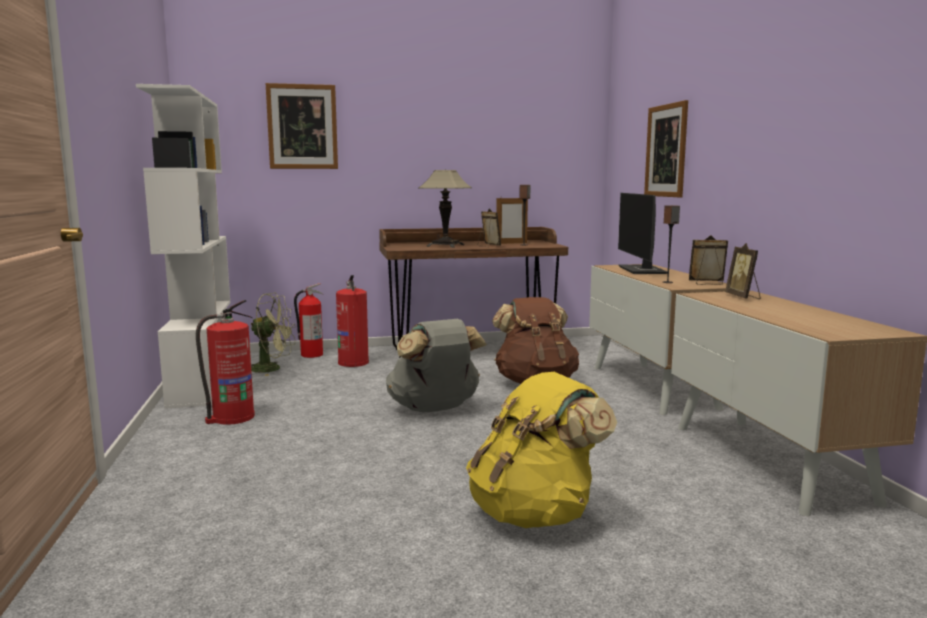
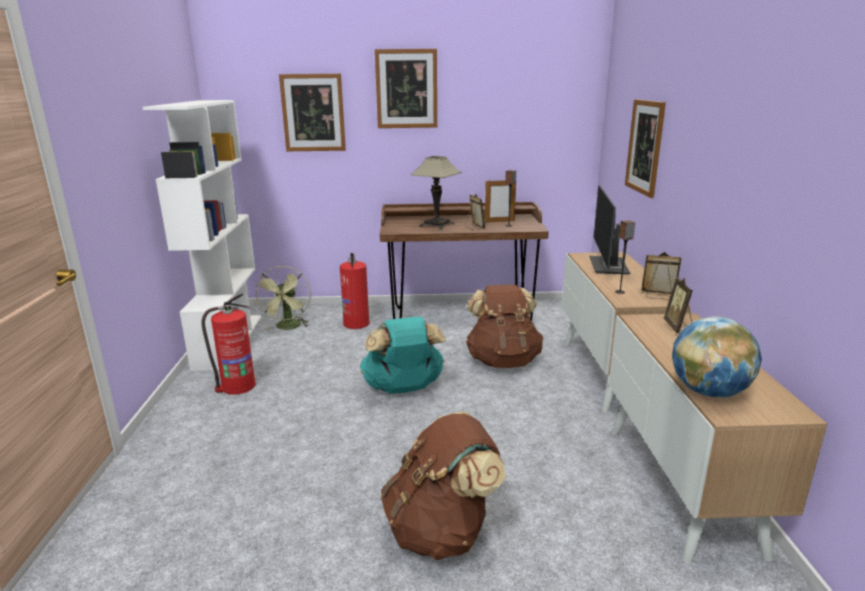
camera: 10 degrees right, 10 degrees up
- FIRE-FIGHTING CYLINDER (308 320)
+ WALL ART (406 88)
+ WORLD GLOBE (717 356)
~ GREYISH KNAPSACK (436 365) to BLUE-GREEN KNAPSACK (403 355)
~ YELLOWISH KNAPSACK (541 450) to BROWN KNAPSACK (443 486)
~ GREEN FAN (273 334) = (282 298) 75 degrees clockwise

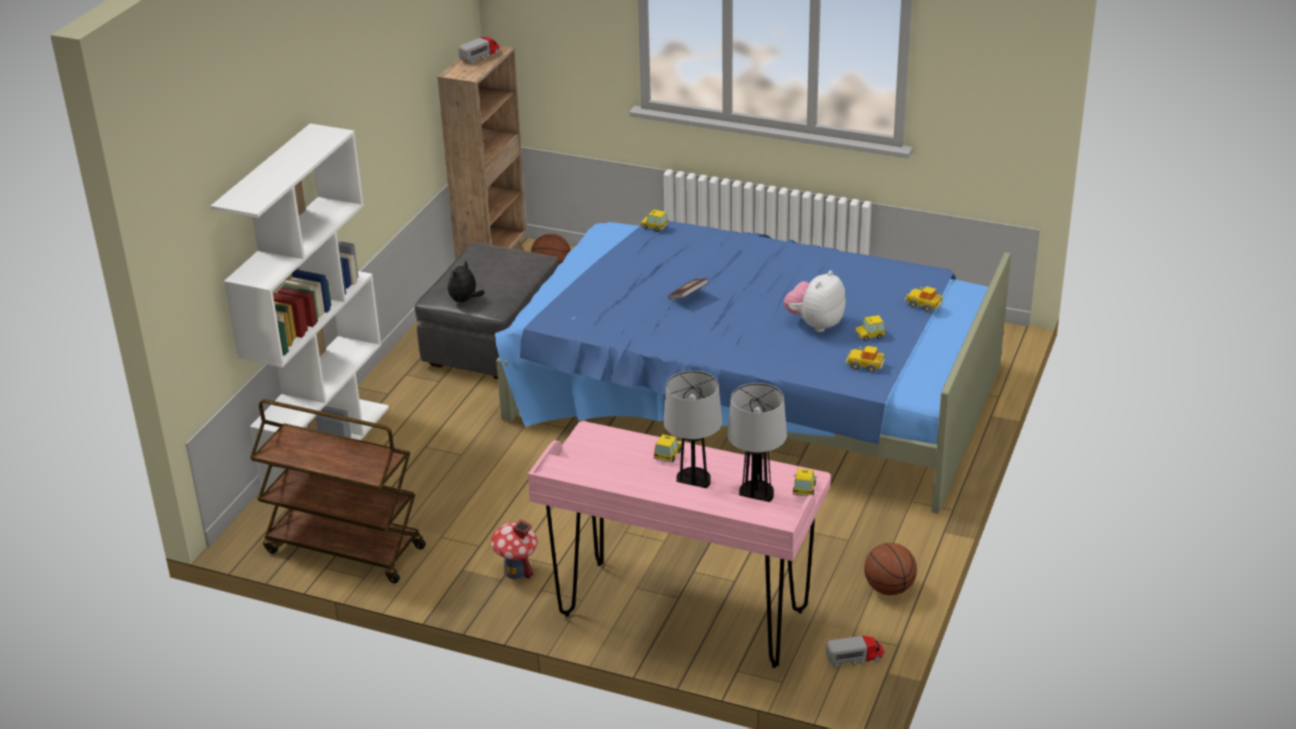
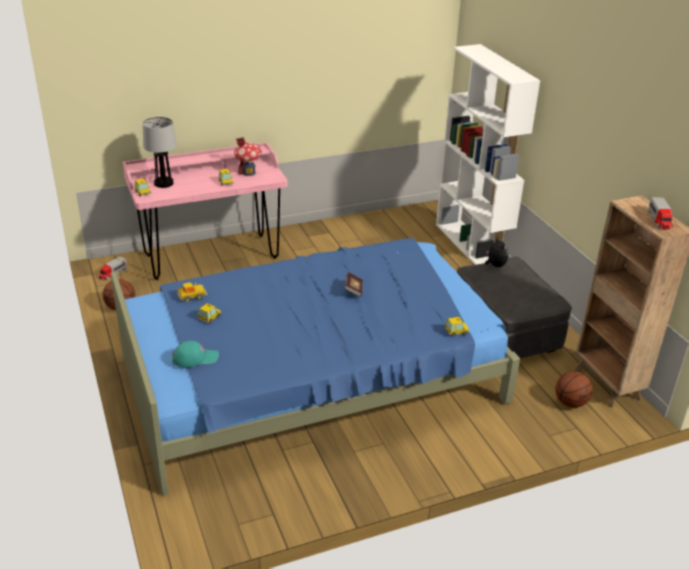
camera: 135 degrees right, 0 degrees up
- BROWN TROLLEY (338 491)
- TABLETOP LAMP (692 429)
- CUDDLY TOY (815 301)
~ MINIATURE HOUSE (514 549) to (248 156)
~ TOY CAR (923 299) to BLUE-GREEN CAP (195 354)

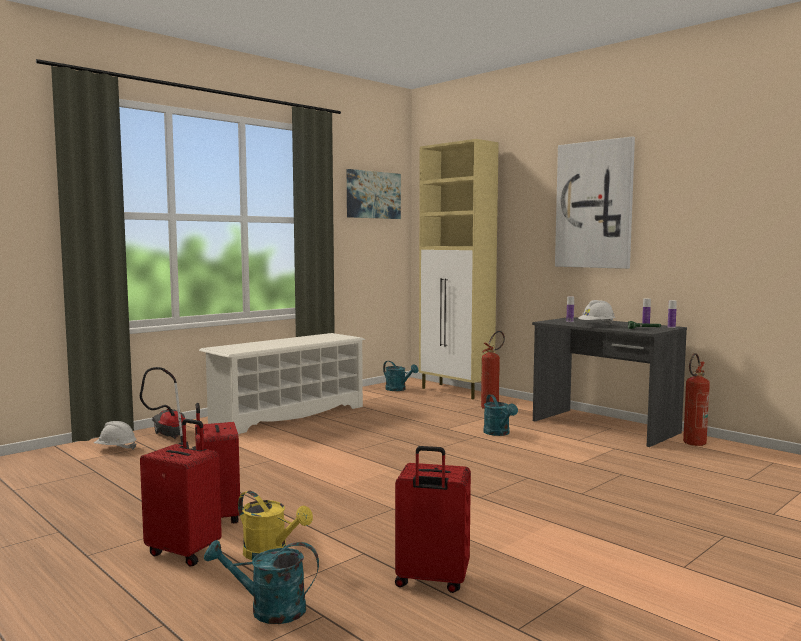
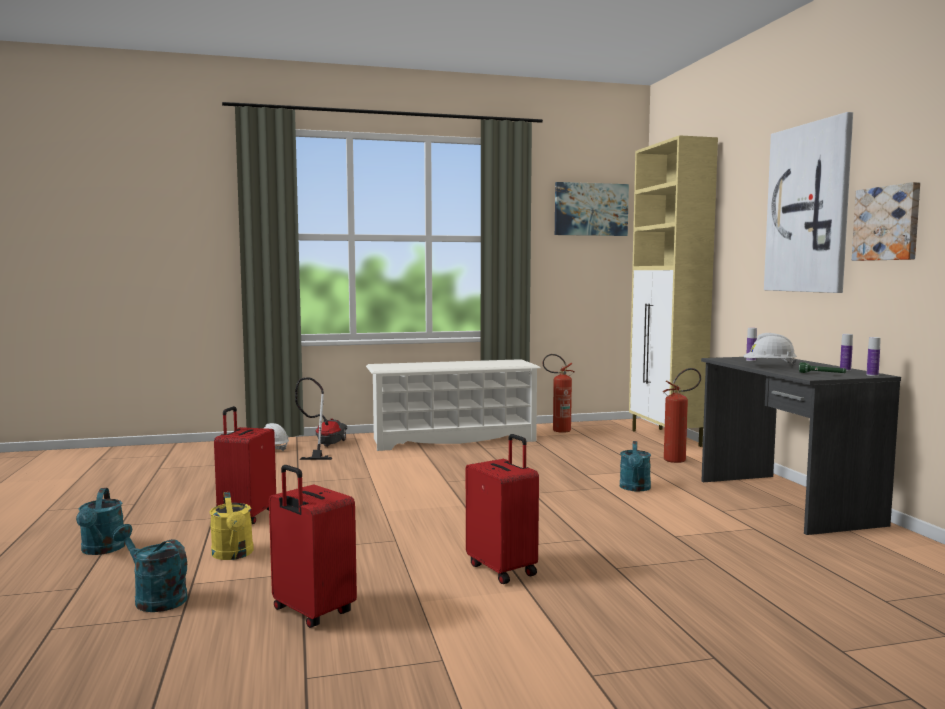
camera: 30 degrees right, 0 degrees up
+ WALL ART (886 221)
~ RED PIECE OF LUGGAGE (181 493) to (502 509)
~ BLUE-GREEN SPRINKLING CAN (400 376) to (100 521)
~ FIRE-FIGHTING CYLINDER (696 399) to (558 393)

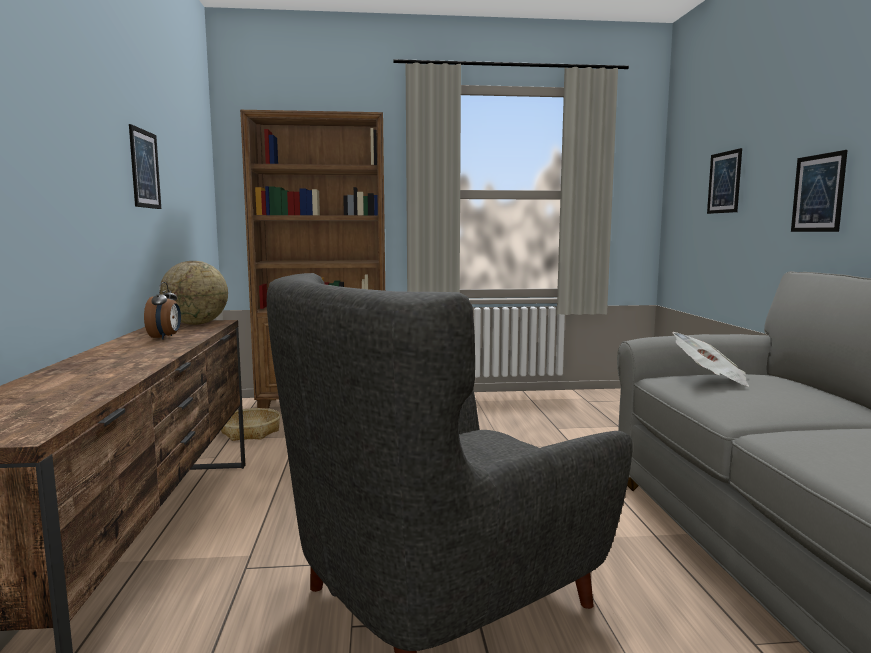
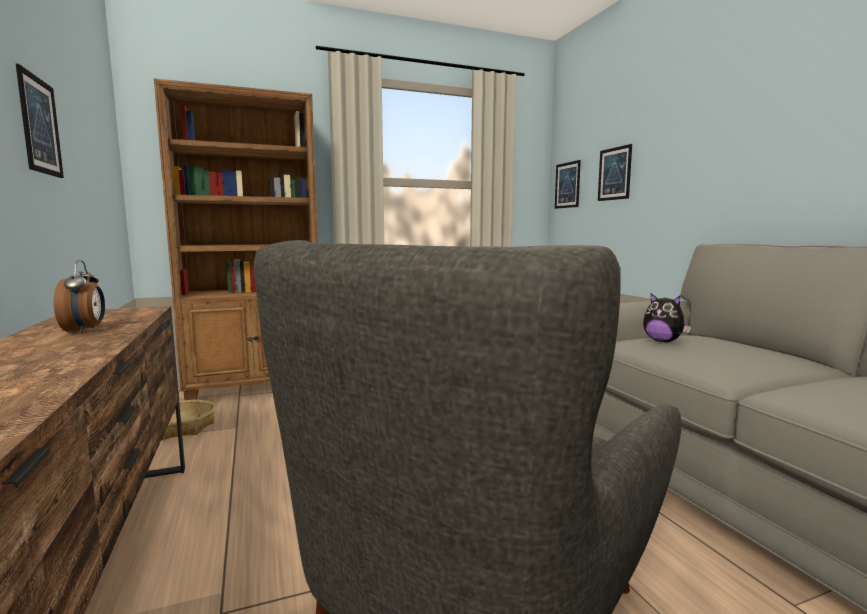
camera: 15 degrees left, 0 degrees up
- WORLD GLOBE (194 293)
~ WALL ART (819 191) to (568 184)
~ NEWSPAPER (710 359) to CUDDLY TOY (667 317)

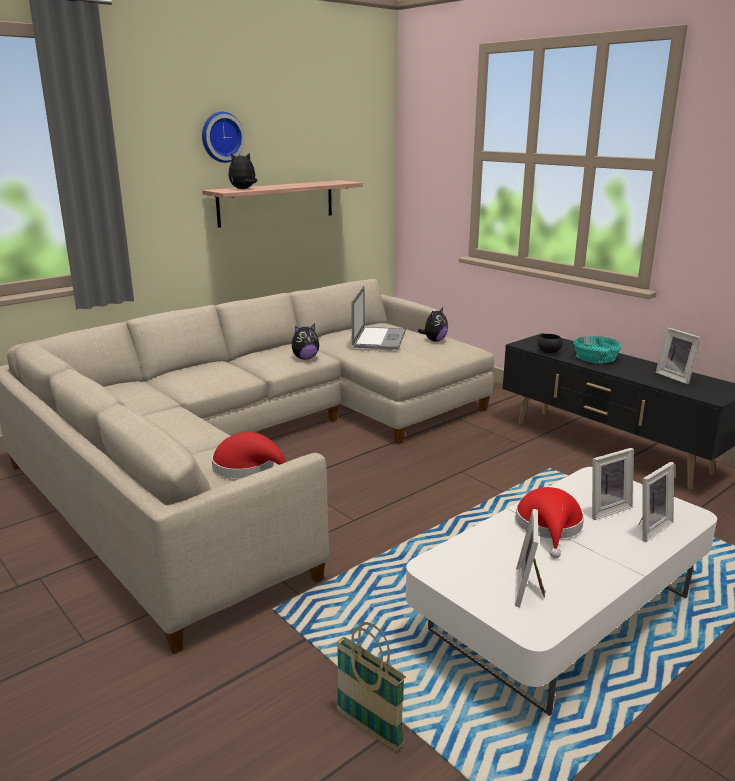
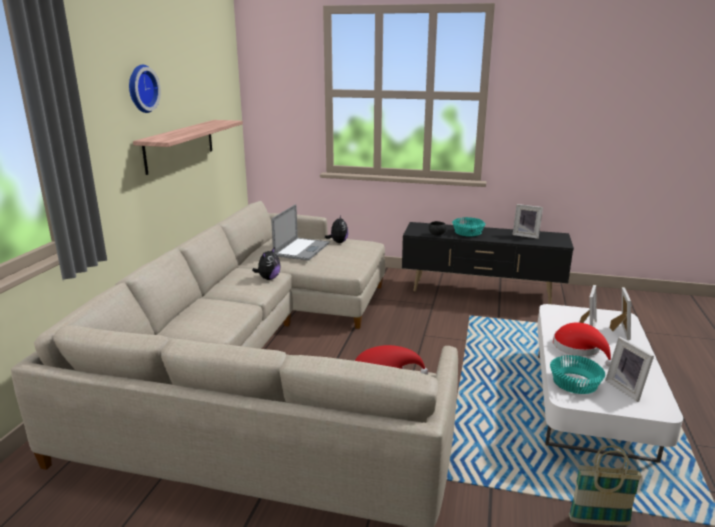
camera: 35 degrees left, 0 degrees up
- CUDDLY TOY (242 170)
+ BLUE-GREEN DEEP DISH (577 374)
~ NOTEBOOK COMPUTER (378 318) = (300 232) 45 degrees clockwise

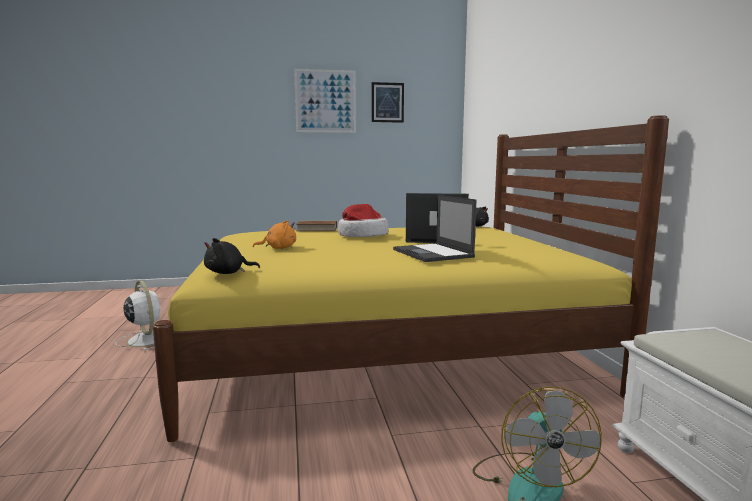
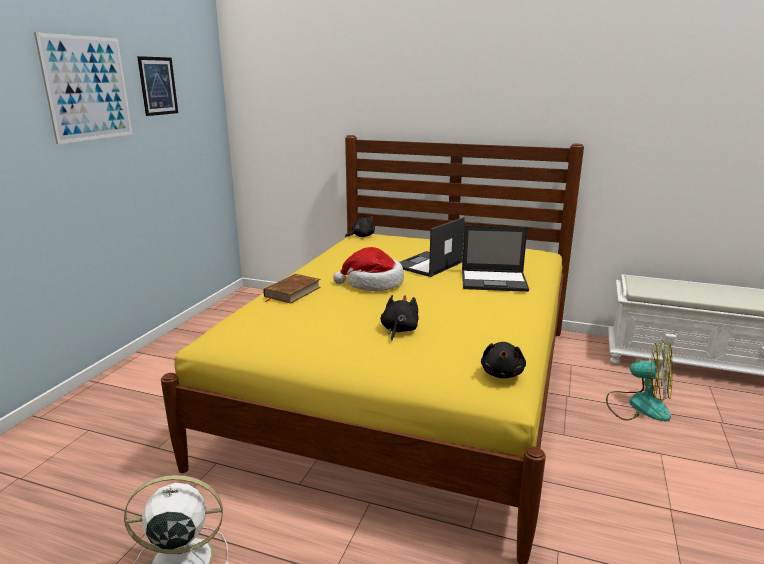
camera: 60 degrees left, 10 degrees up
~ ORANGE CUDDLY TOY (274 234) to BLACKISH CUDDLY TOY (399 318)

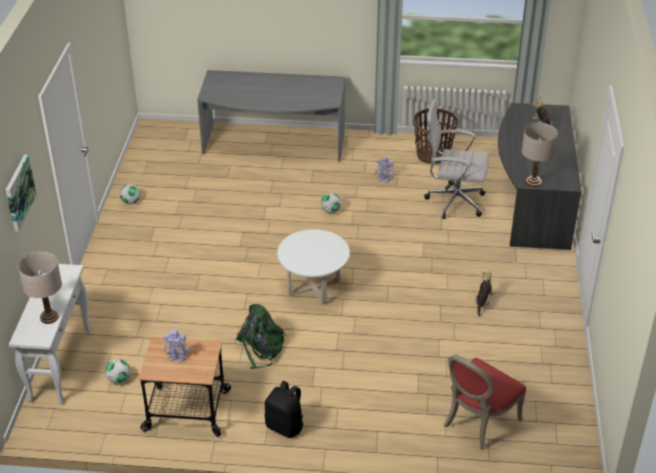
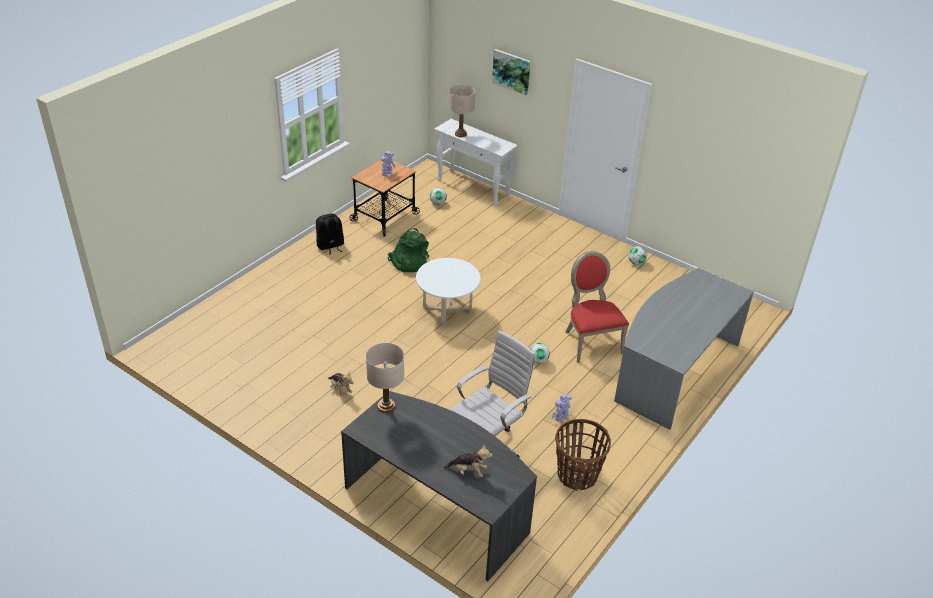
camera: 120 degrees right, 0 degrees up
~ RED PLAIN CHAIR (485 402) to (597 307)

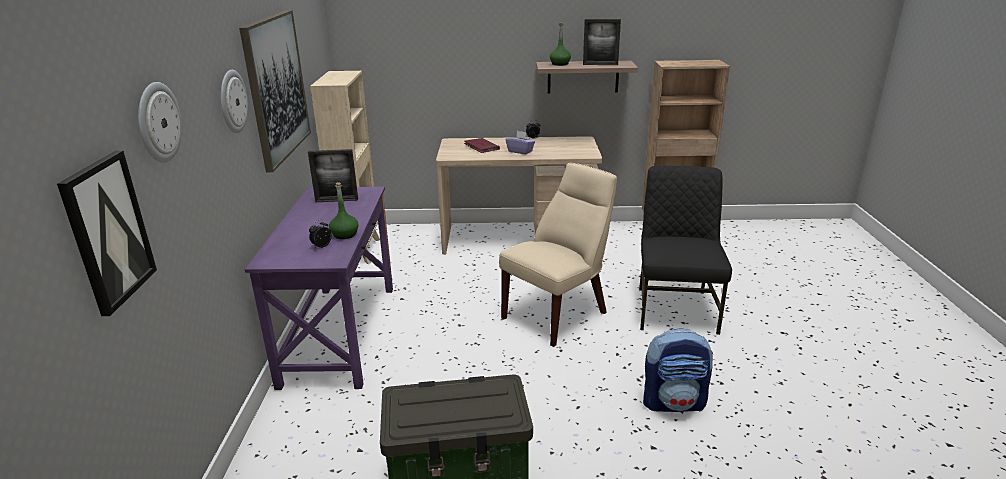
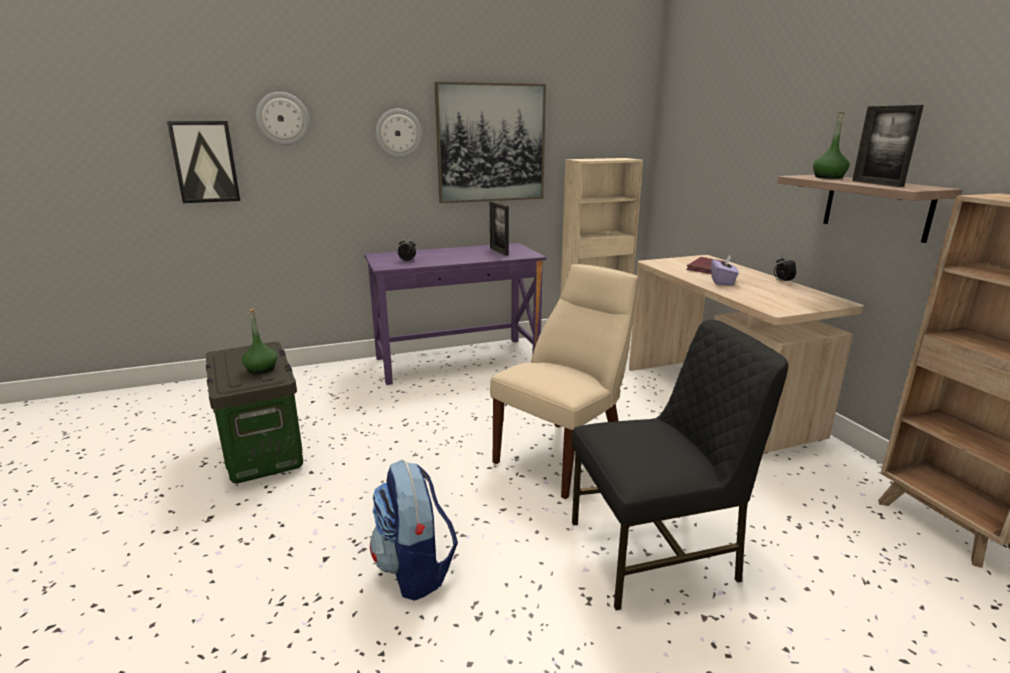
camera: 70 degrees right, 5 degrees down
~ GREEN BOTTLE (344 211) to (259 341)
~ SAND-COLOURED PLAIN CHAIR (558 255) = (564 381) 75 degrees counterclockwise

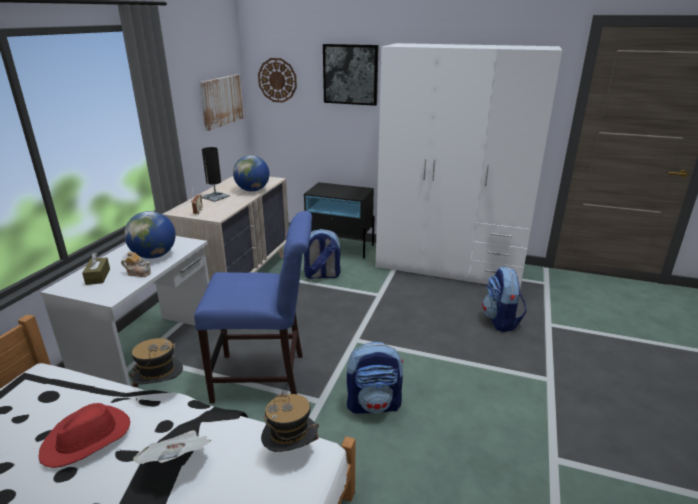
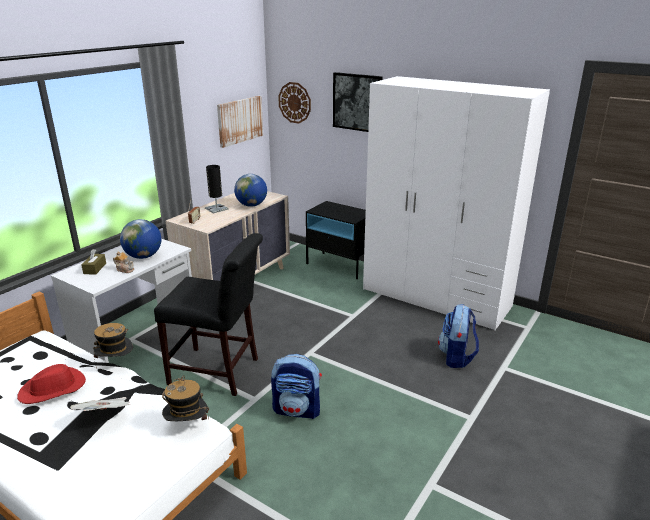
camera: 15 degrees right, 0 degrees up
- KNAPSACK (322 254)
~ BLUISH PLAIN CHAIR (253 307) to BLACKISH PLAIN CHAIR (208 314)

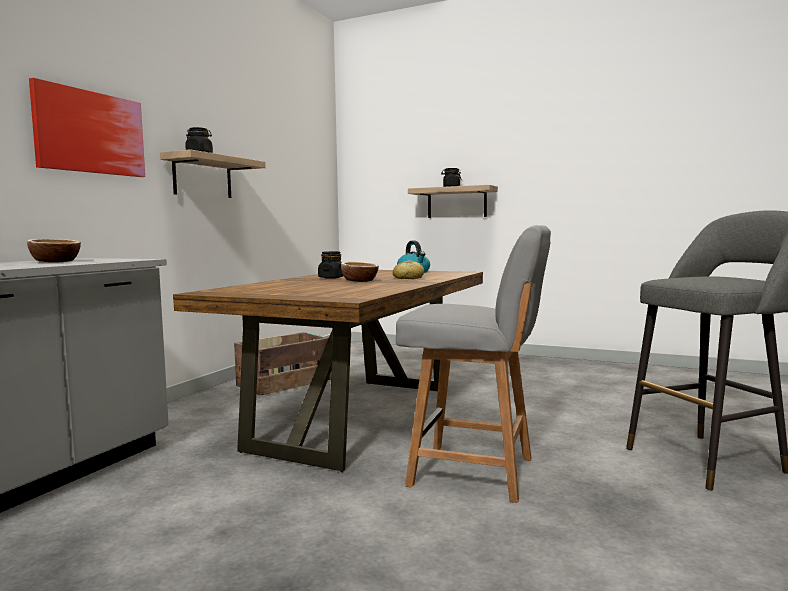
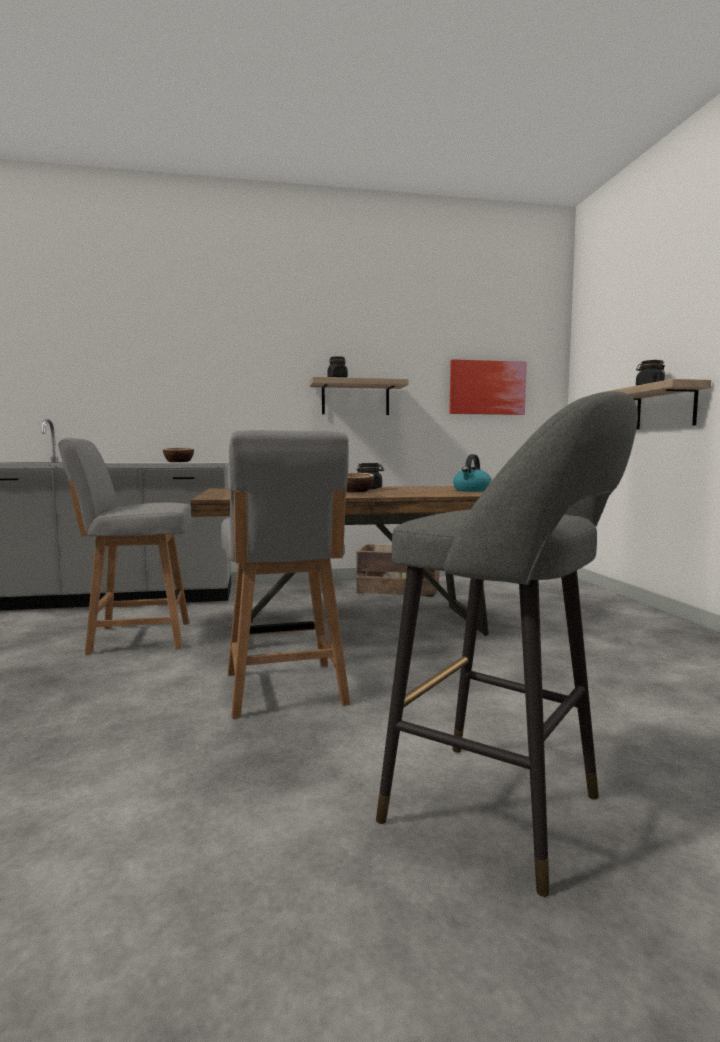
camera: 55 degrees right, 0 degrees up
- BREAD (408 269)
+ GREYISH PLAIN CHAIR (125 546)
~ WALL ART (87 127) to (488 387)

